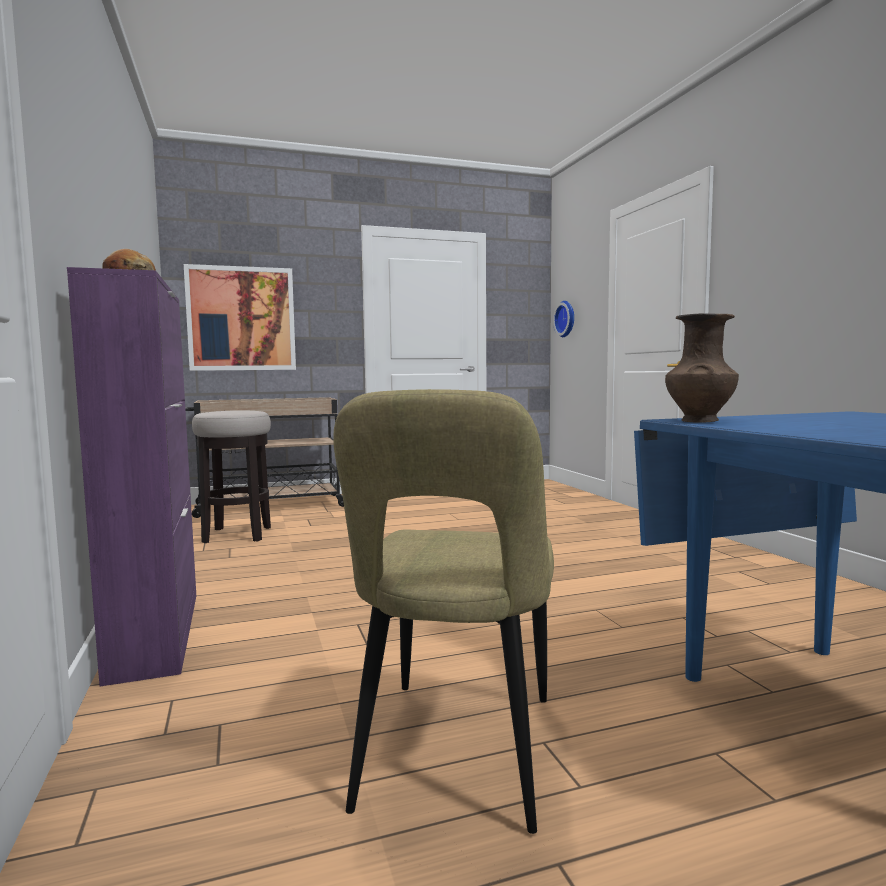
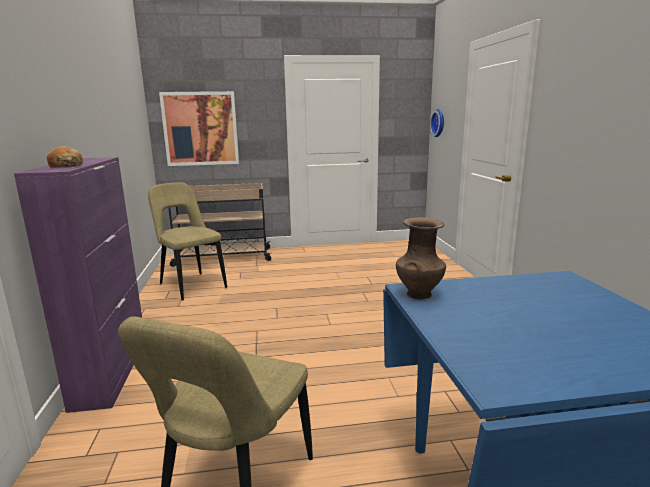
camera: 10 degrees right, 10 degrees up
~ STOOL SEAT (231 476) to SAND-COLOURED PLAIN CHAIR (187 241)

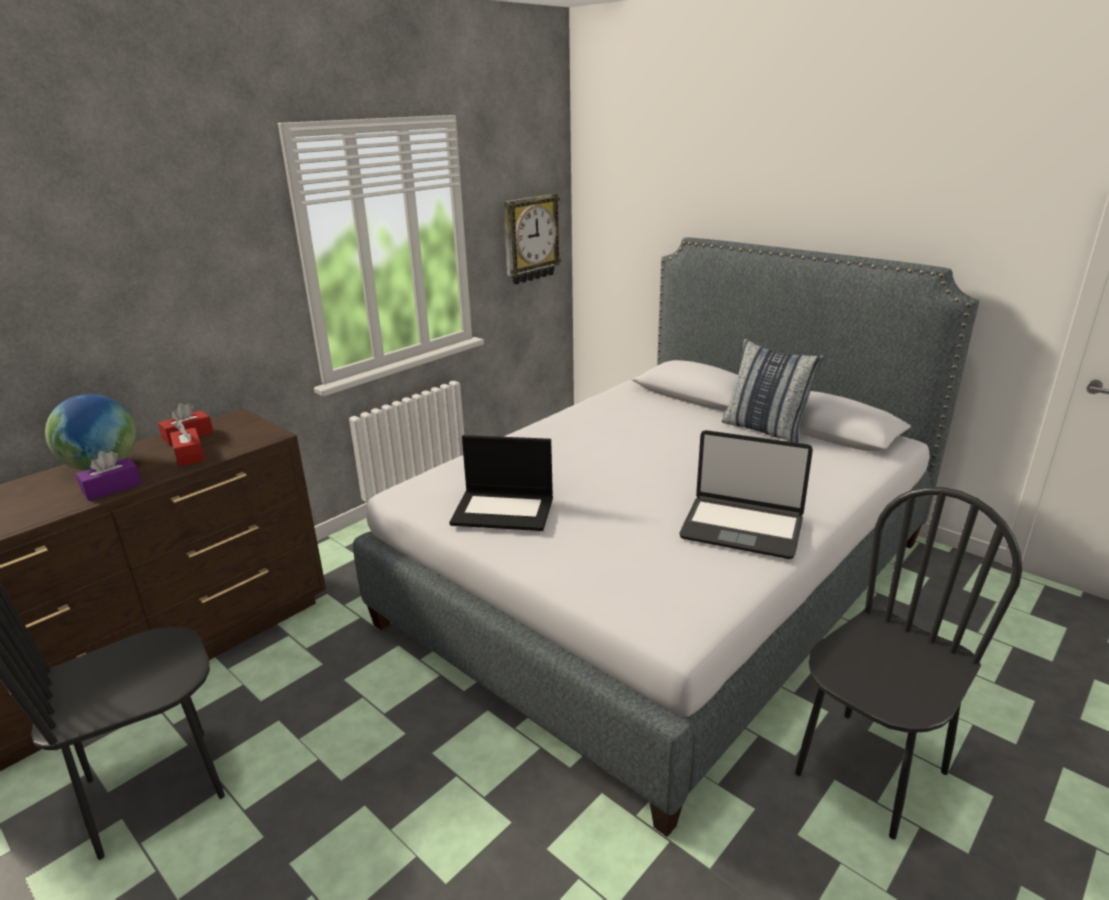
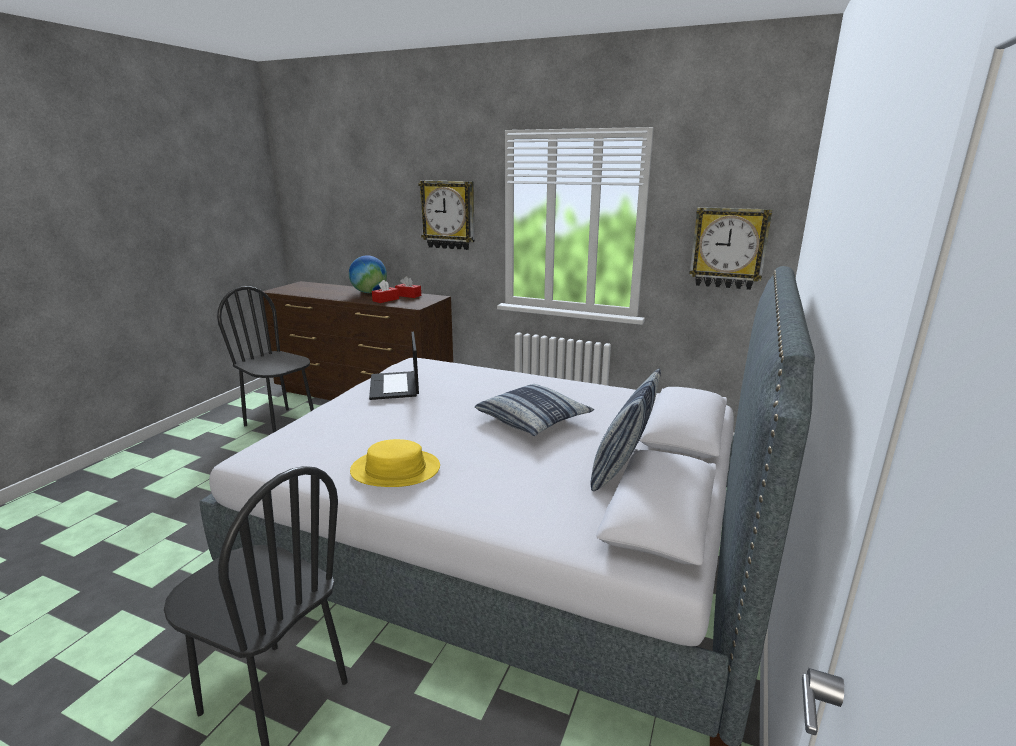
camera: 70 degrees right, 5 degrees down
- PURPLISH BOX OF TISSUES (109 476)
+ CLOCK ON THE WALL (446 215)
+ THROW PILLOW (534 410)
~ NOTEBOOK COMPUTER (746 494) to YELLOWISH CLOTHING HAT (395 463)

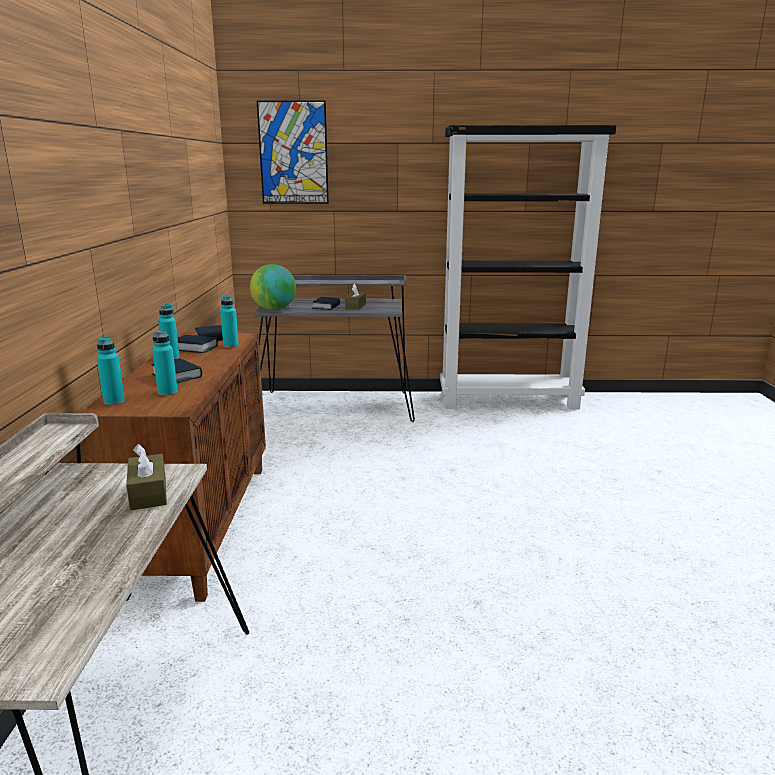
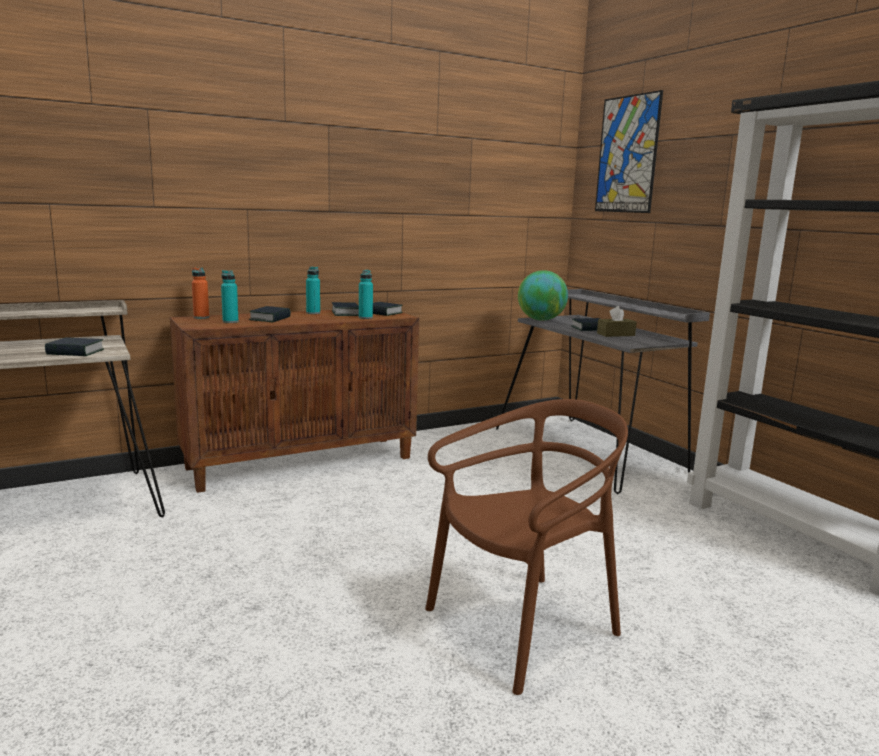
camera: 60 degrees right, 5 degrees down
+ BROWN PLAIN CHAIR (526 547)
~ BROWN BOX OF TISSUES (146 477) to BOUND BOOK (74 346)
~ BLUE-GREEN BOTTLE (111 371) to ORANGE BOTTLE (200 293)

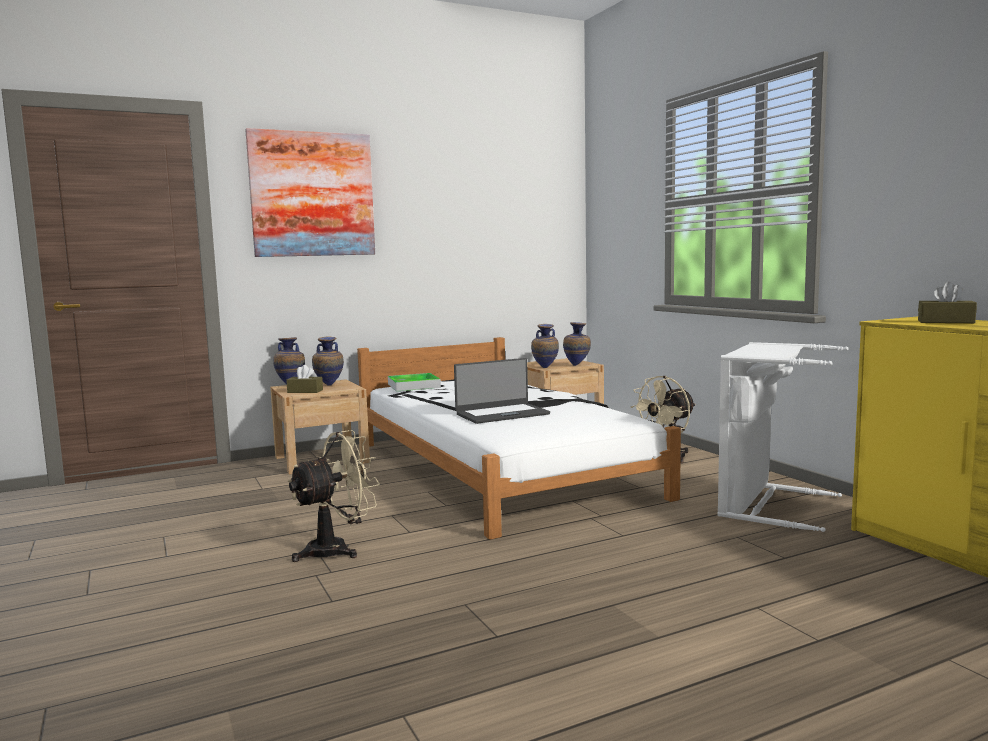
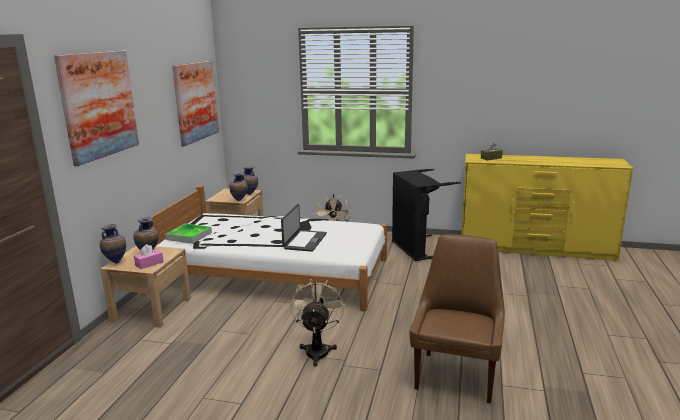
camera: 50 degrees left, 10 degrees up
+ WALL ART (195 103)
+ BROWN PLAIN CHAIR (457 319)
~ BROWN BOX OF TISSUES (304 379) to PINKISH BOX OF TISSUES (149 256)
~ WHITE-COLOURED WASHING BASKET (783 437) to BLACKISH WASHING BASKET (426 215)

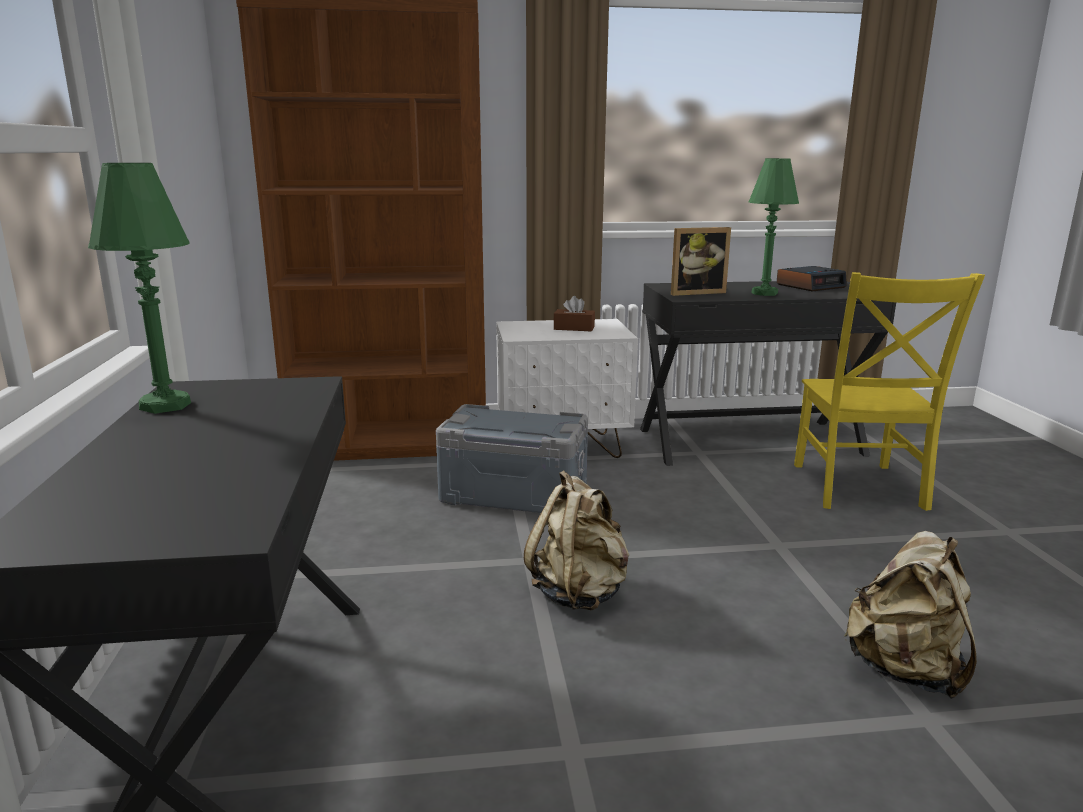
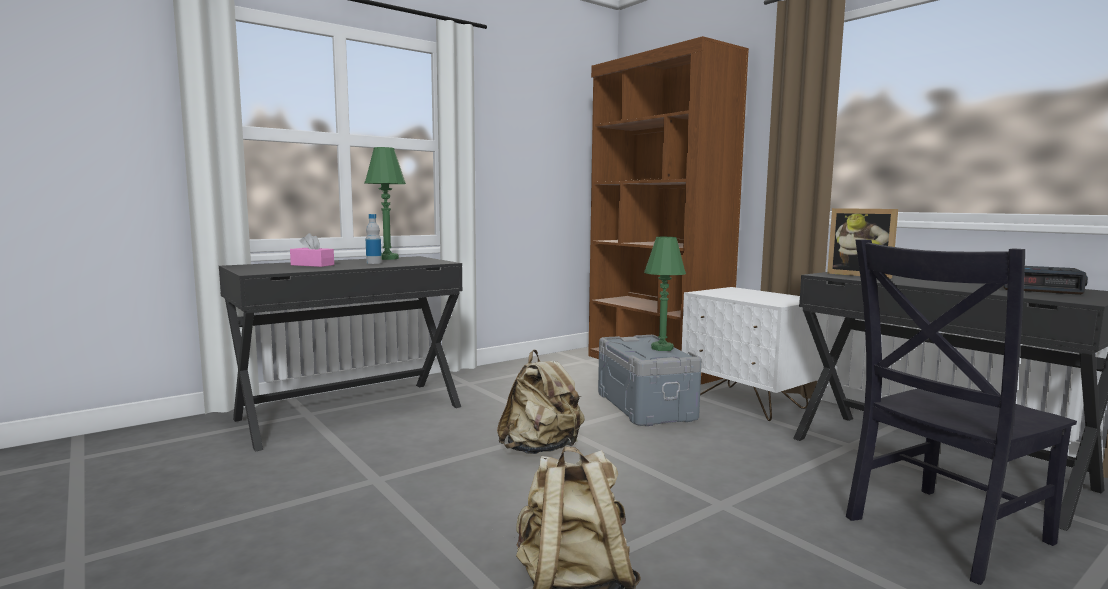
camera: 60 degrees right, 10 degrees down
- BROWN BOX OF TISSUES (574 313)
+ PINKISH BOX OF TISSUES (312 250)
+ BOTTLE (374 239)
~ GREEN TABLETOP LAMP (774 227) to (665 294)
~ YELLOWISH PLAIN CHAIR (889 391) to BLACKISH PLAIN CHAIR (961 412)

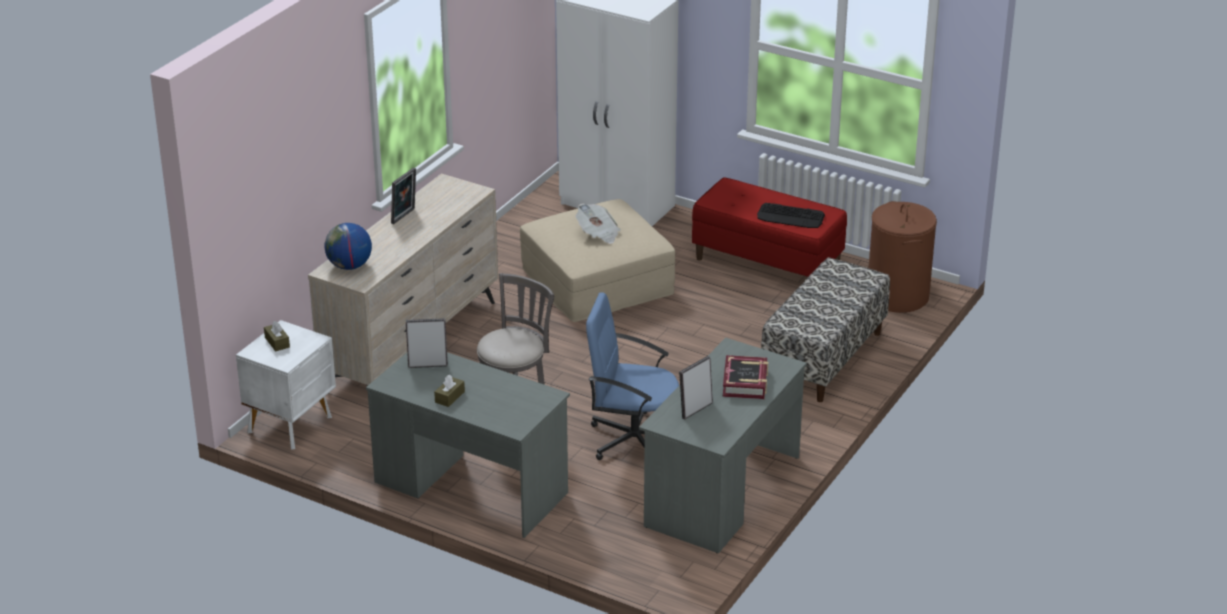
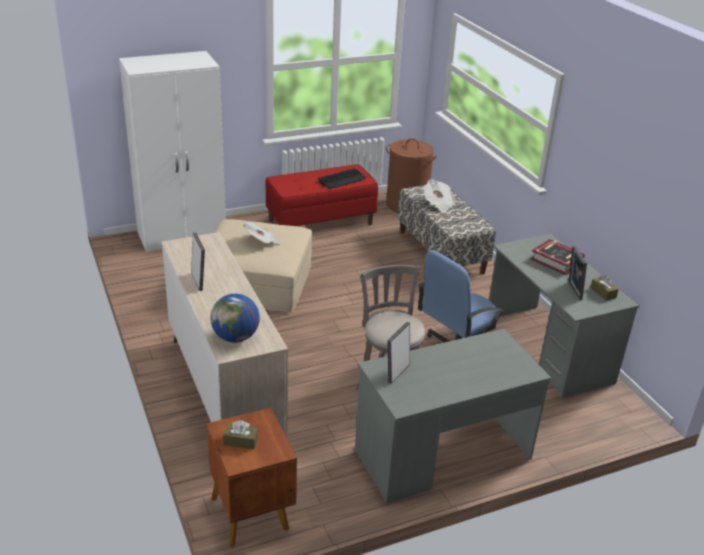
camera: 55 degrees left, 0 degrees up
+ NEWSPAPER (439 195)
~ BROWN BOX OF TISSUES (449 391) to (604 288)
~ WHITE-COLOURED BEDSIDE TABLE (286 385) to BROWN BEDSIDE TABLE (252 478)

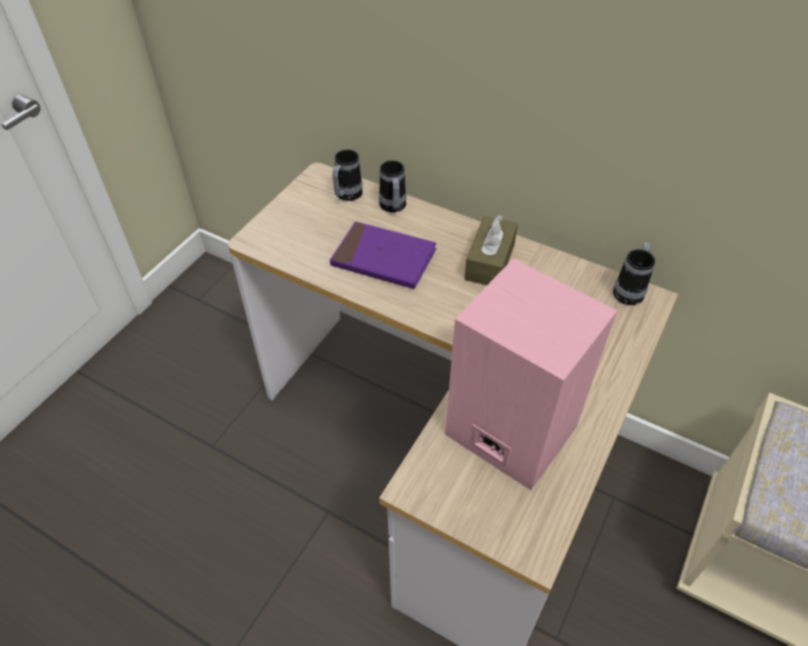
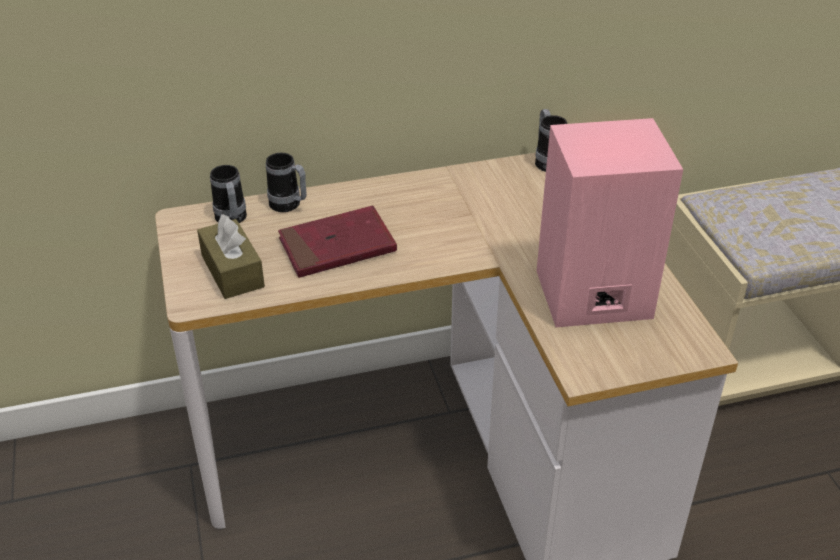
camera: 45 degrees left, 10 degrees down
~ BROWN BOX OF TISSUES (491 249) to (231 256)
~ PURPLISH BOUND BOOK (383 255) to RED BOUND BOOK (337 242)

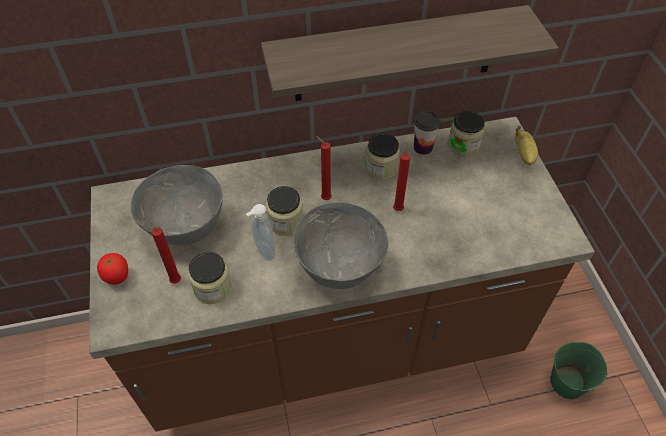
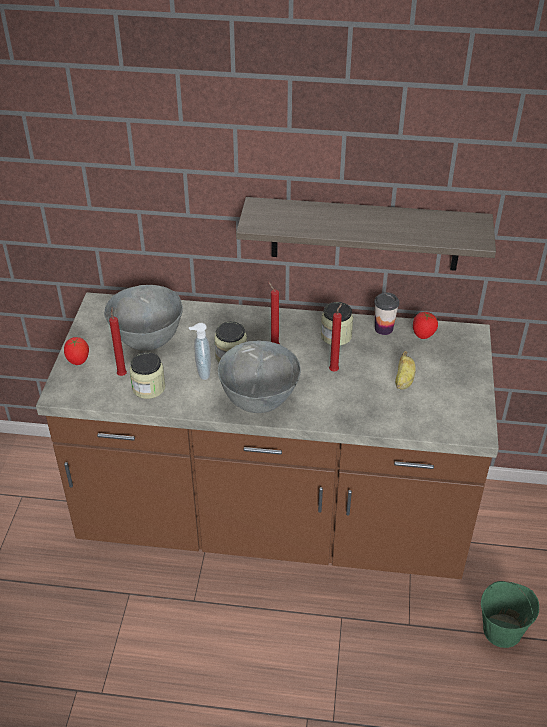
camera: 20 degrees right, 10 degrees down
~ WHOLE BANANA (526 145) to (405 370)
~ JAR (466 133) to TOMATO (425 325)

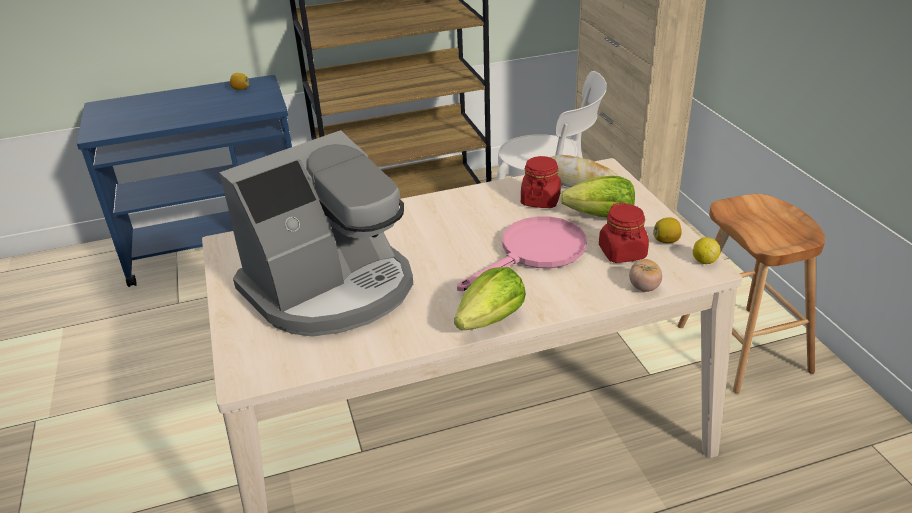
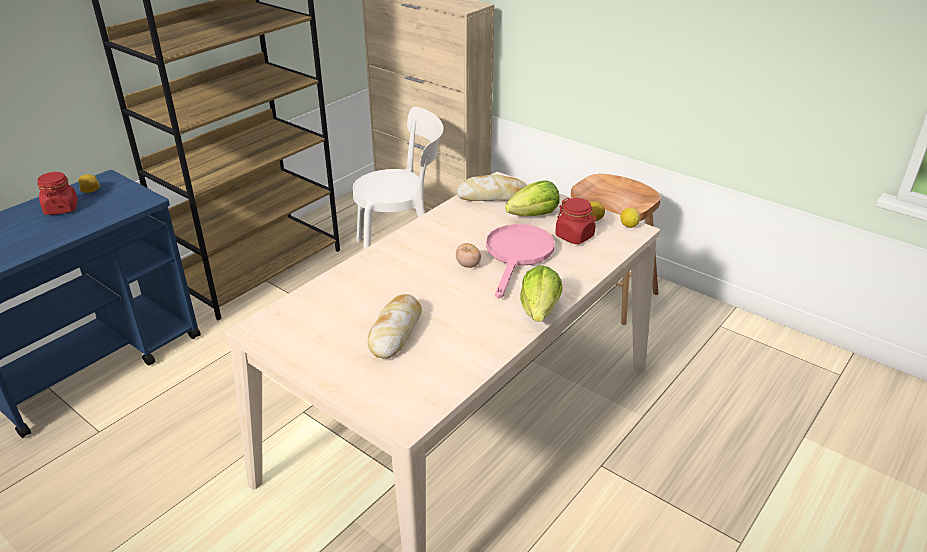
camera: 35 degrees left, 0 degrees up
~ RED JAR (541 182) to (57 193)
~ TOMATO (645 275) to (468 255)
~ COFFEE MAKER (316 233) to BREAD (395 326)

